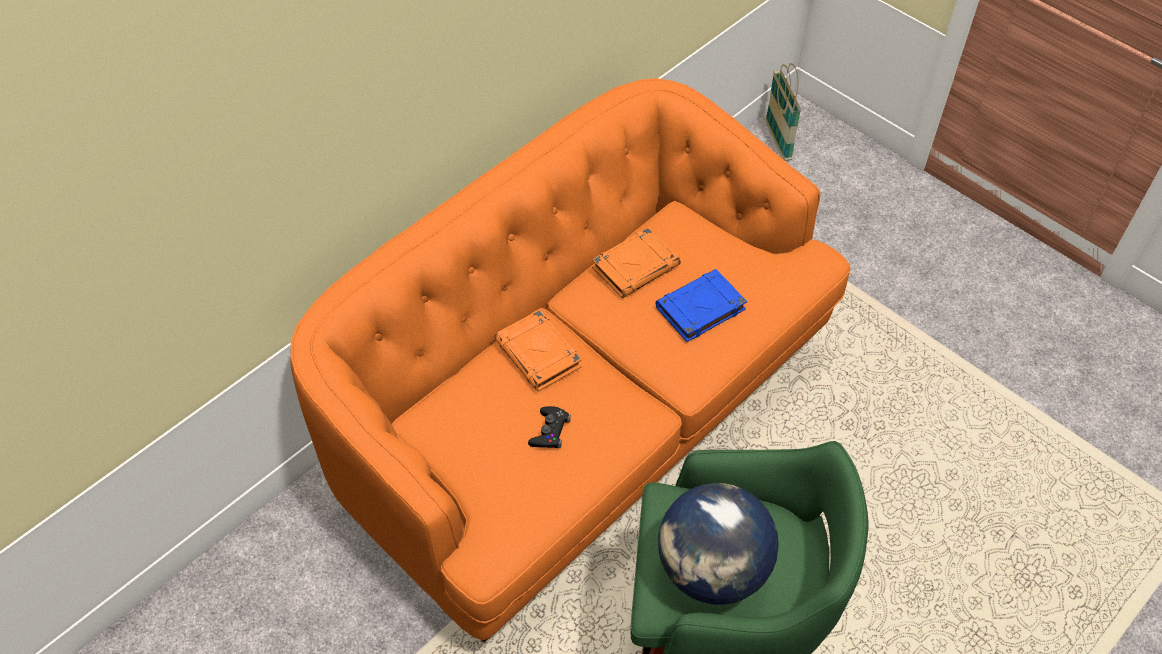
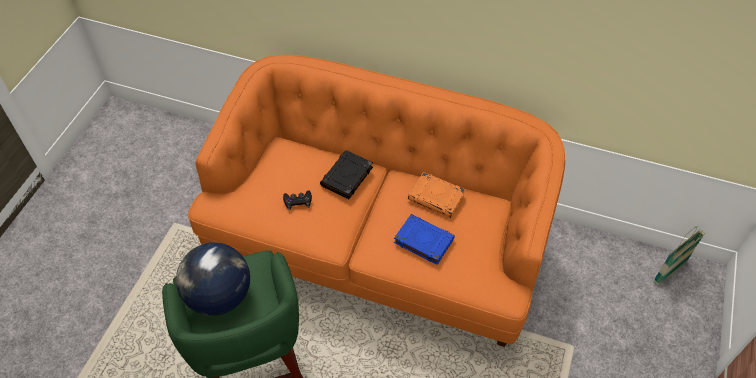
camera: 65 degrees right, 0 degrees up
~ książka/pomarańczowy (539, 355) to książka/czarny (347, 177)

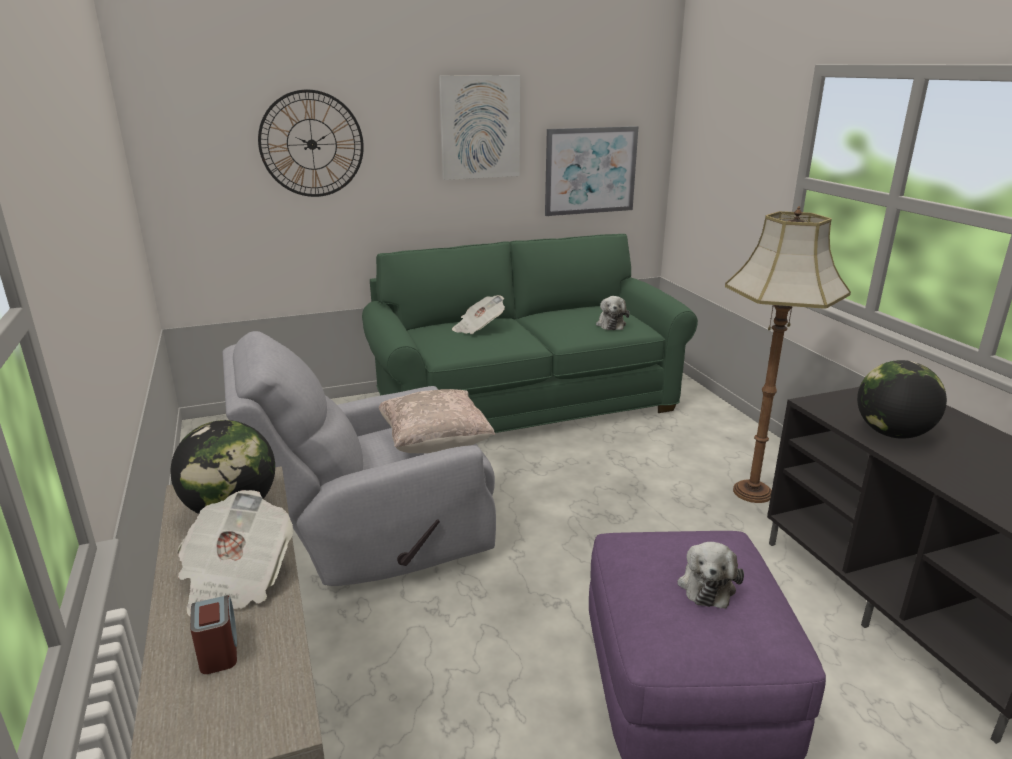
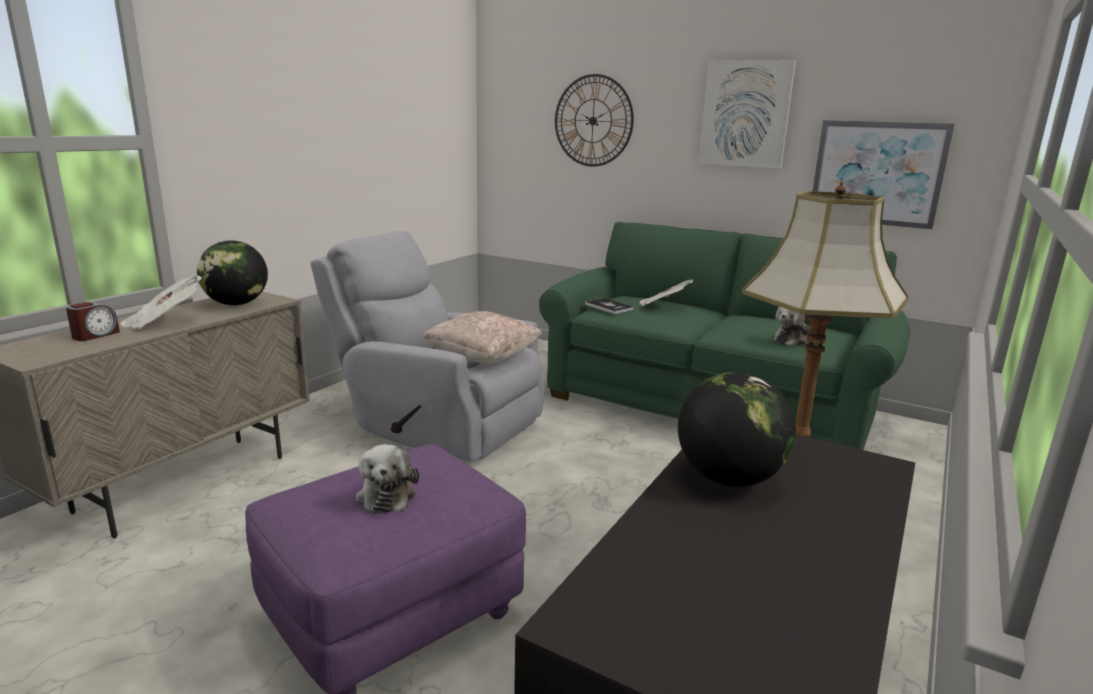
camera: 50 degrees right, 5 degrees down
+ książka (608, 307)
~ pluszak (706, 584) = (386, 494) 75 degrees counterclockwise

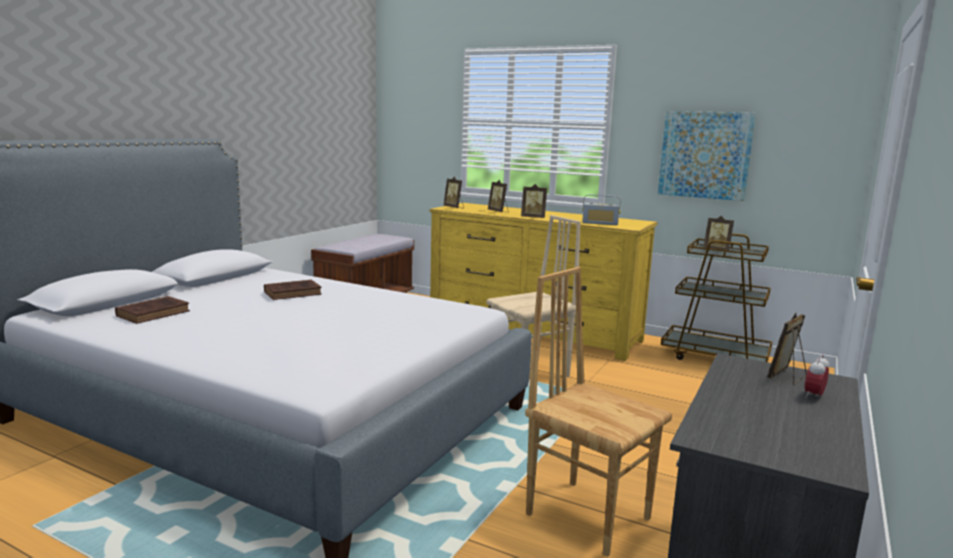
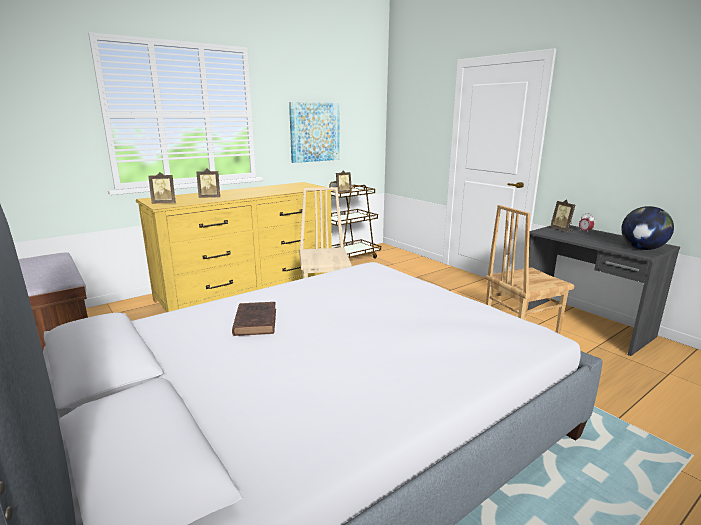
camera: 65 degrees left, 5 degrees up
- książka/brązowy (155, 313)
- ramka na zdjęcie (533, 218)
- radio (600, 223)
+ globus (642, 249)

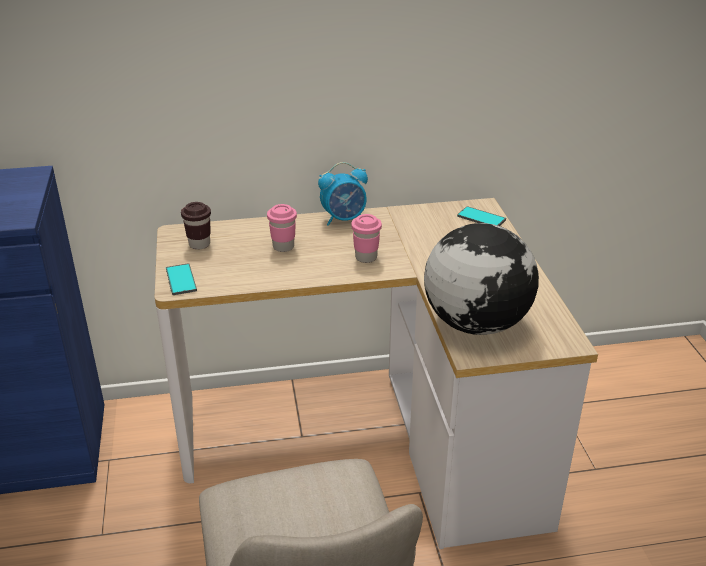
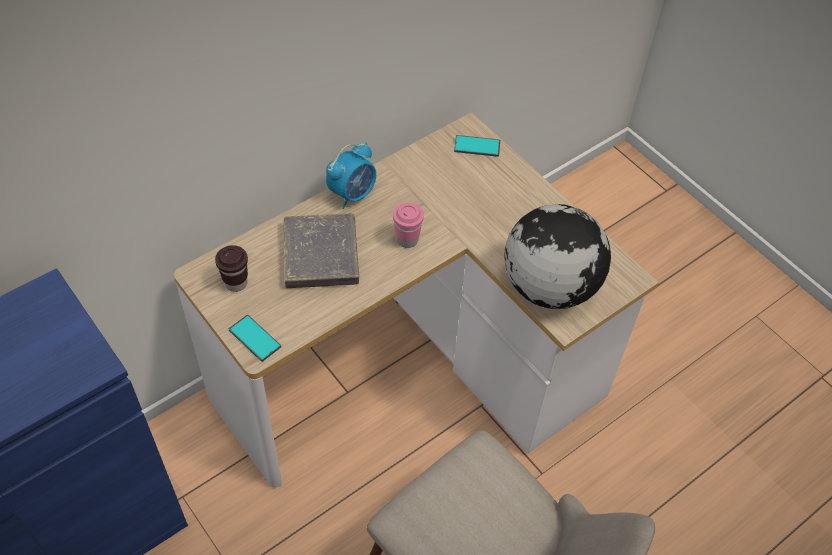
camera: 30 degrees left, 20 degrees up
~ filiżanka/różowy (283, 247) to książka/szary (321, 255)

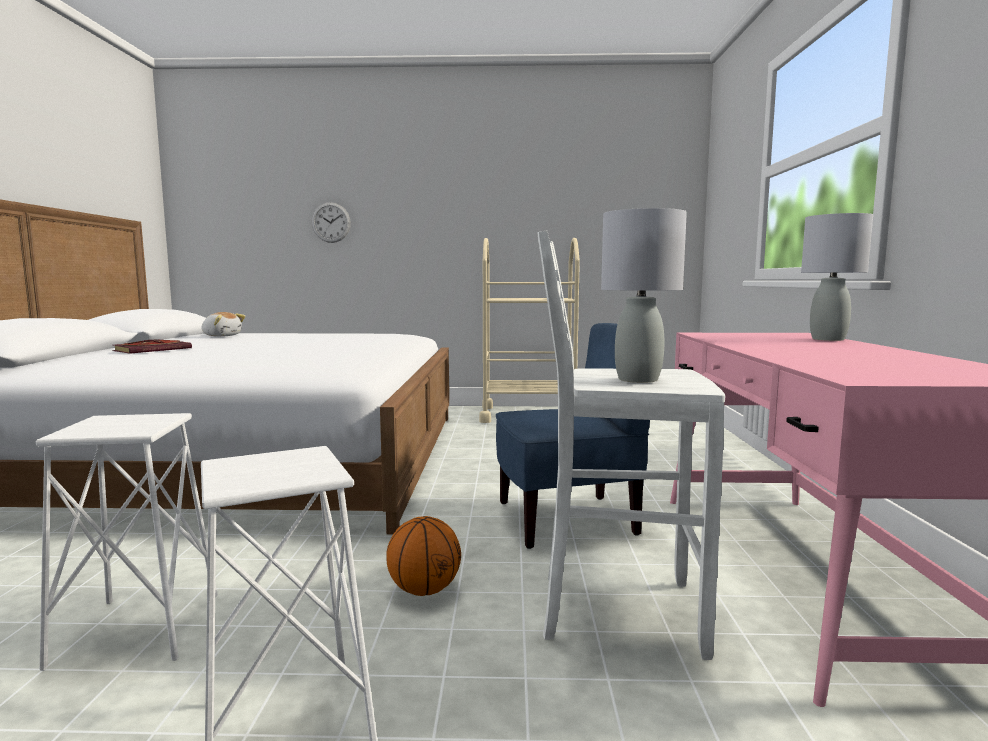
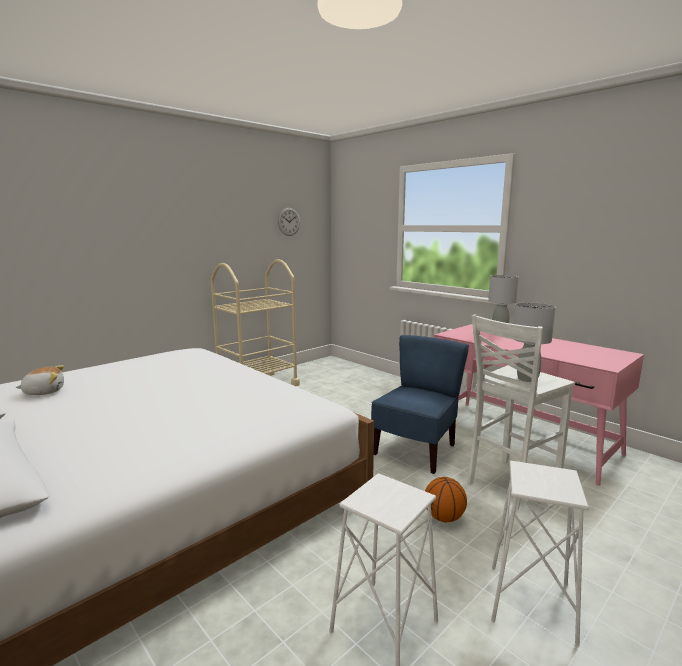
camera: 45 degrees left, 5 degrees up
- książka (154, 350)
~ zegar ścienny (331, 222) to (289, 221)

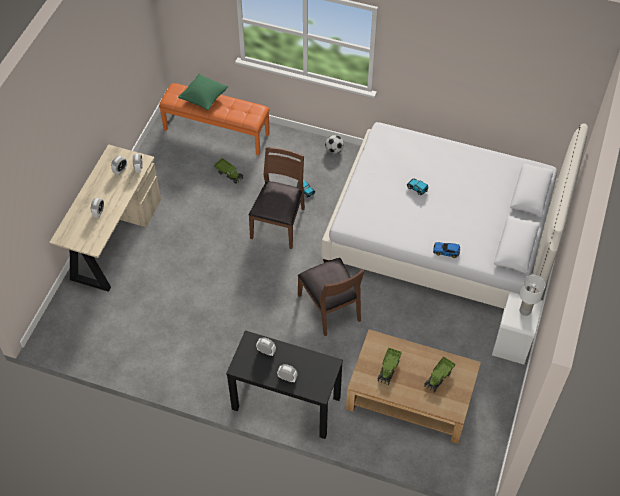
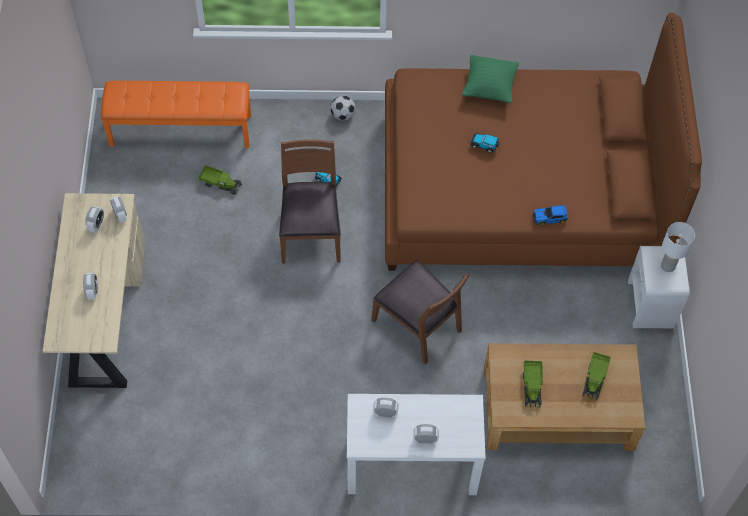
camera: 20 degrees left, 5 degrees up
~ poduszka/zielony (204, 99) to (489, 87)
~ stolik konsolowy/czarny (285, 403) to stolik konsolowy/biały (411, 465)
~ łóżko/biały (445, 234) to łóżko/brązowy (521, 190)

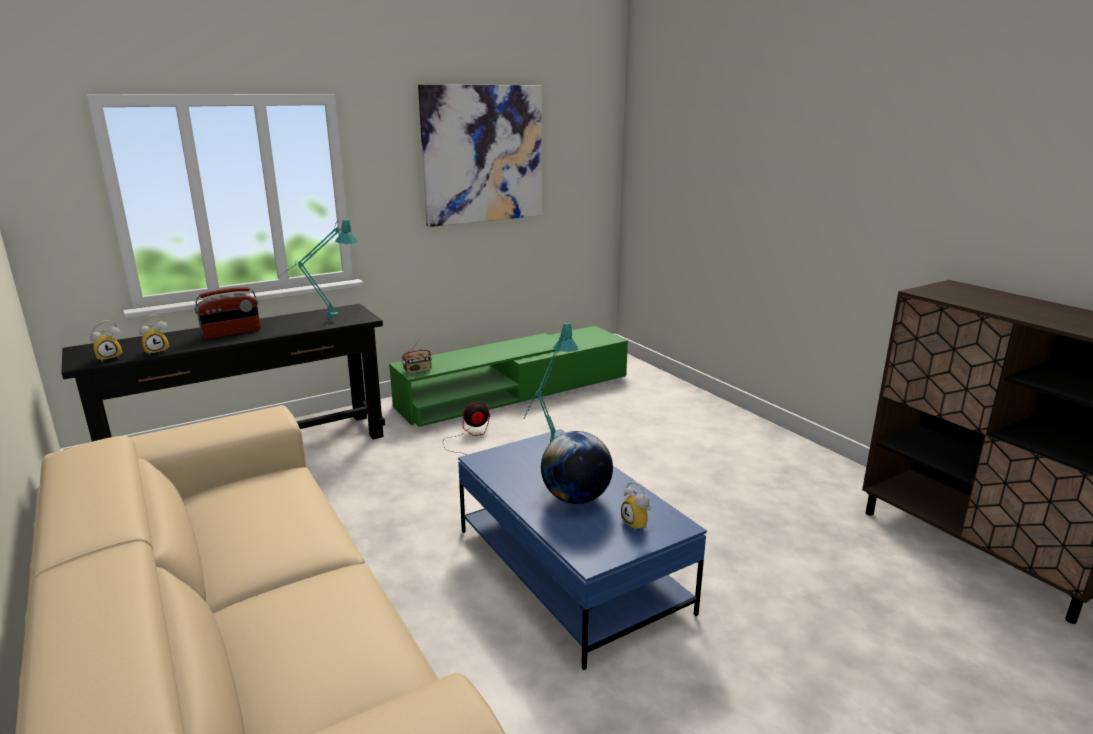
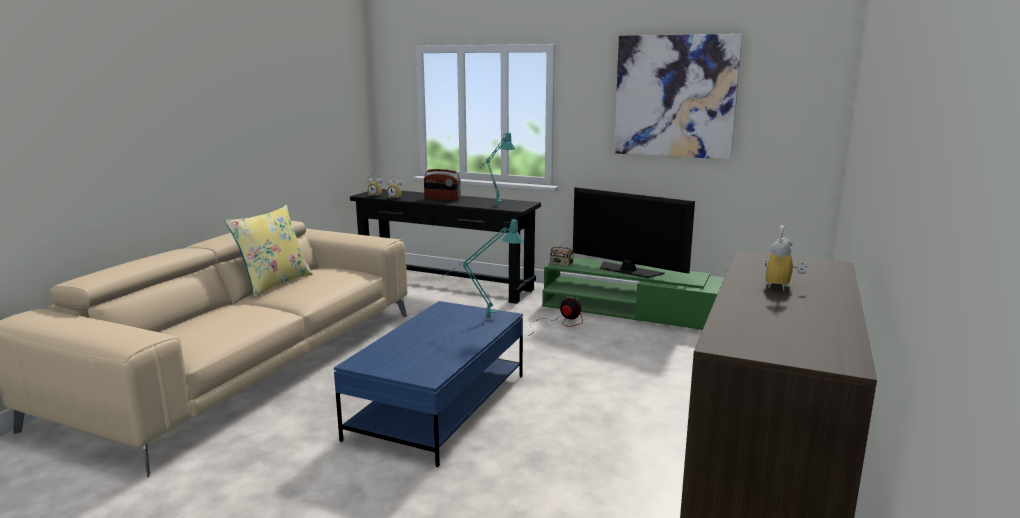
camera: 55 degrees right, 5 degrees down
- globus (576, 498)
+ poduszka/żółty (274, 283)
+ telewizor (628, 270)
~ budzik (638, 524) to (783, 287)

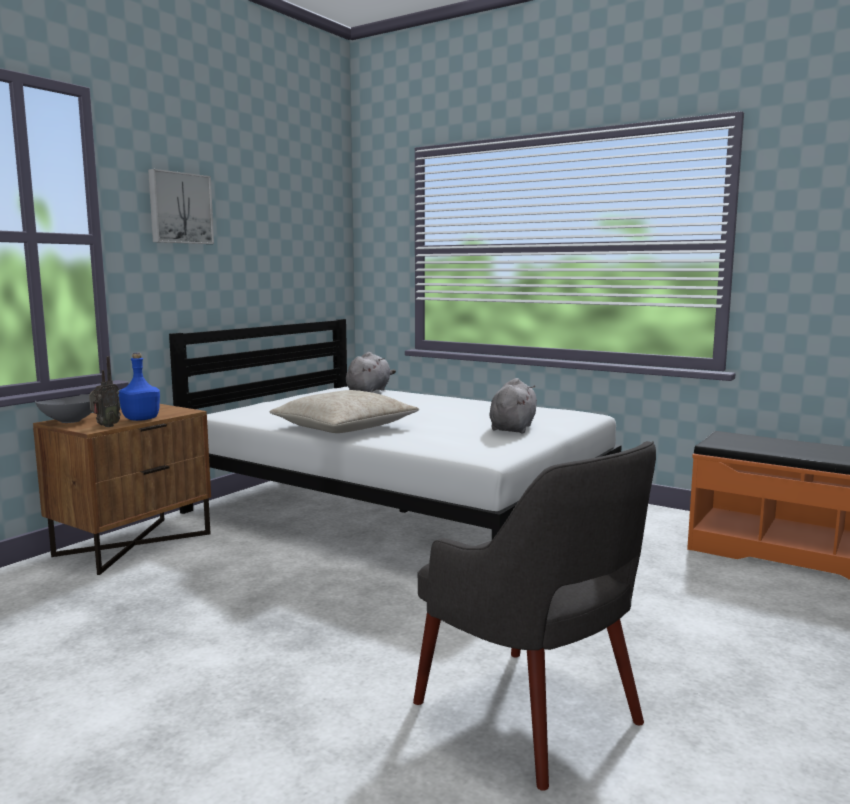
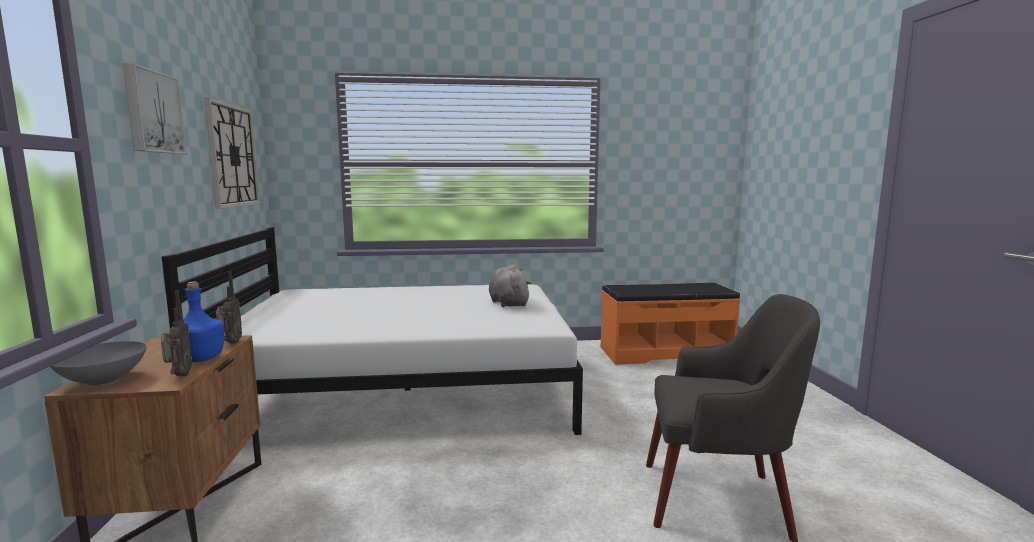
camera: 40 degrees left, 0 degrees up
- poduszka/beżowy (344, 427)
- pluszak/szary (369, 391)
+ zegar ścienny (232, 156)
+ radio (230, 343)

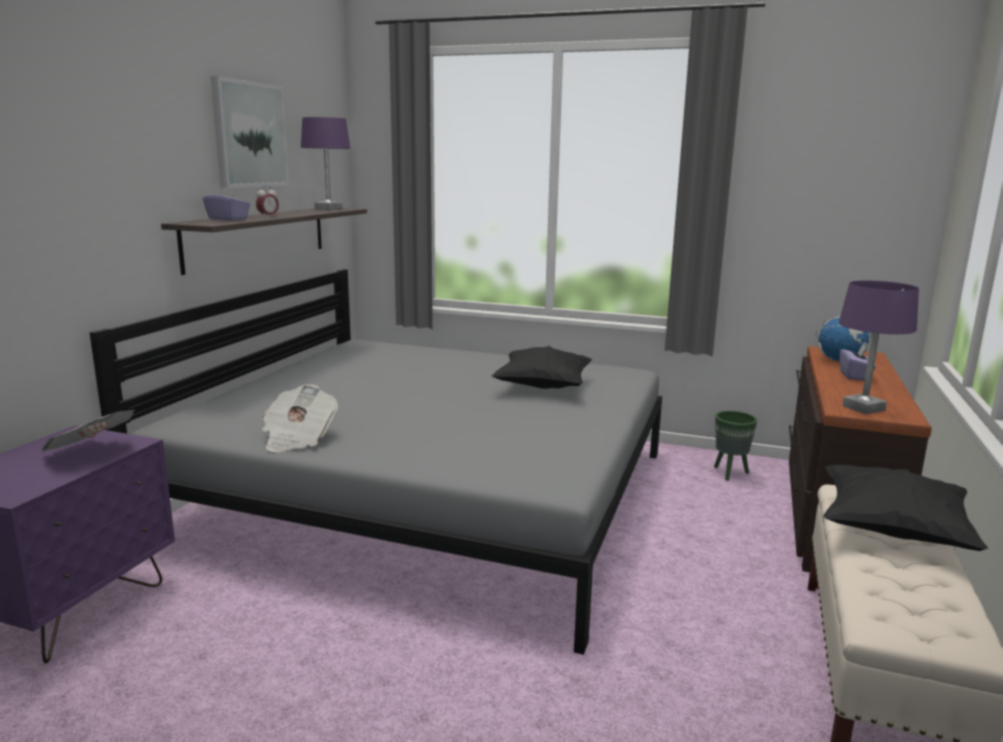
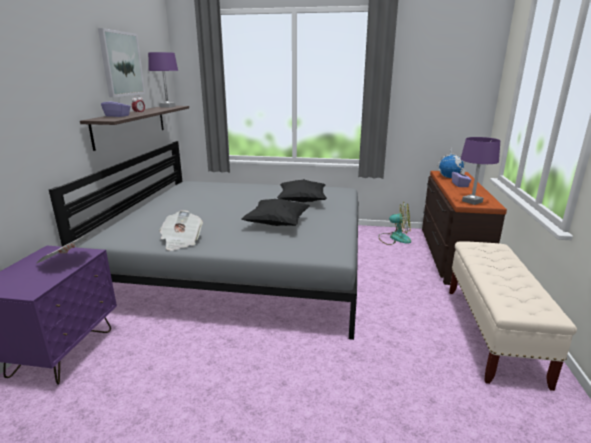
camera: 10 degrees left, 5 degrees up
~ poduszka/czarny (892, 532) to (277, 224)
~ donica/zielony (729, 473) to wentylator (395, 238)

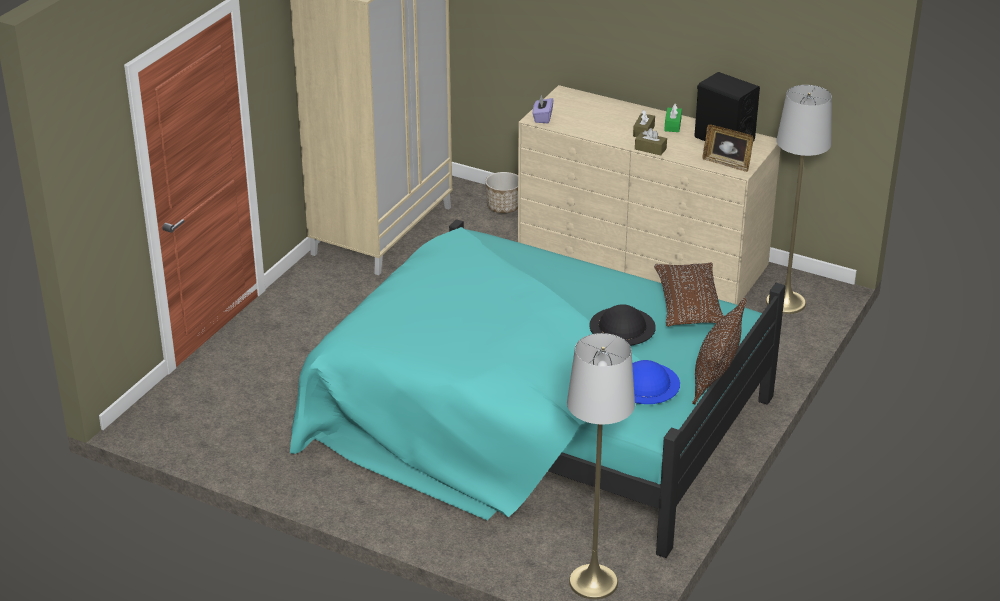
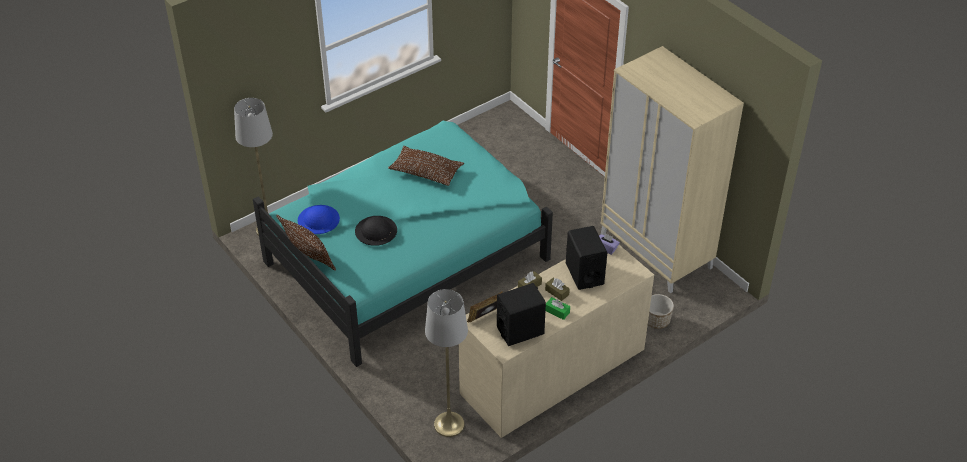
camera: 115 degrees right, 10 degrees up
+ głośnik/czarny (584, 274)
~ poduszka/brązowy (688, 305) to (426, 172)

